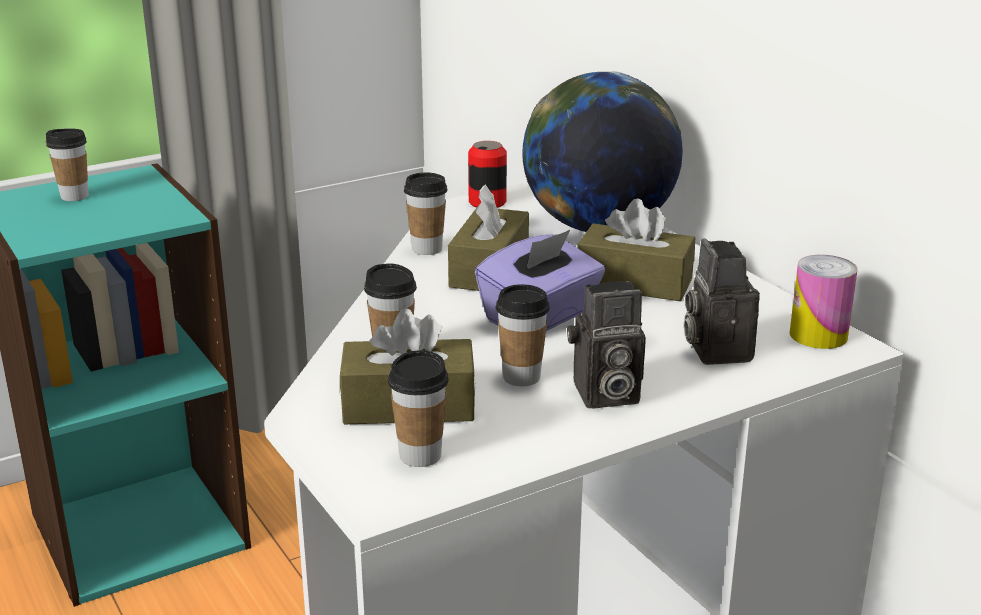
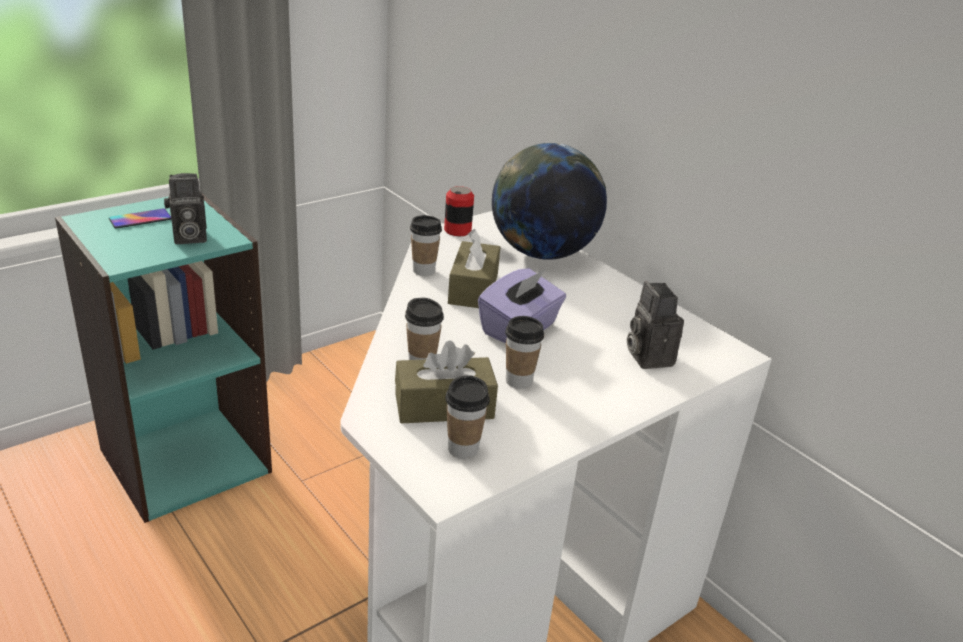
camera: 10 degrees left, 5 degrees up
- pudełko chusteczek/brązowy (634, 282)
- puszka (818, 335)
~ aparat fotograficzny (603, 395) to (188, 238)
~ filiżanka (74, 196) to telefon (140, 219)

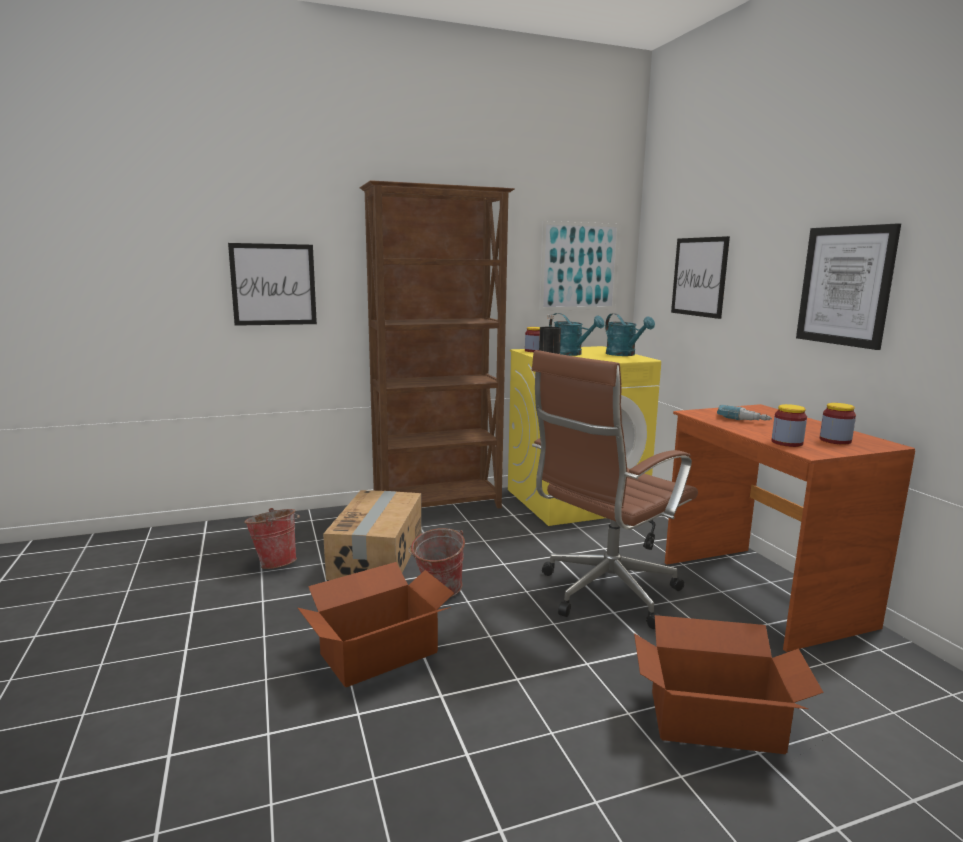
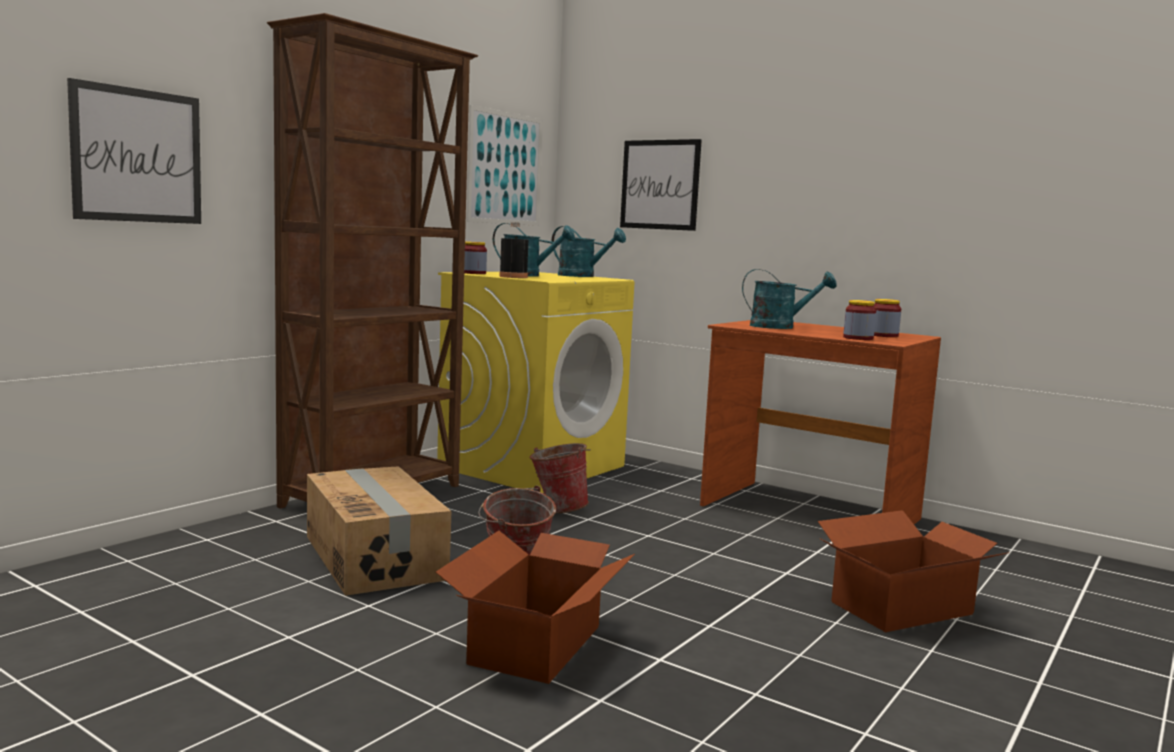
camera: 35 degrees left, 5 degrees down
- krzesło biurowe/brązowy (604, 594)
- obraz (845, 286)
~ wiadro (275, 563) to (558, 509)
~ wiertarka (743, 418) to konewka/turkusowy (780, 327)

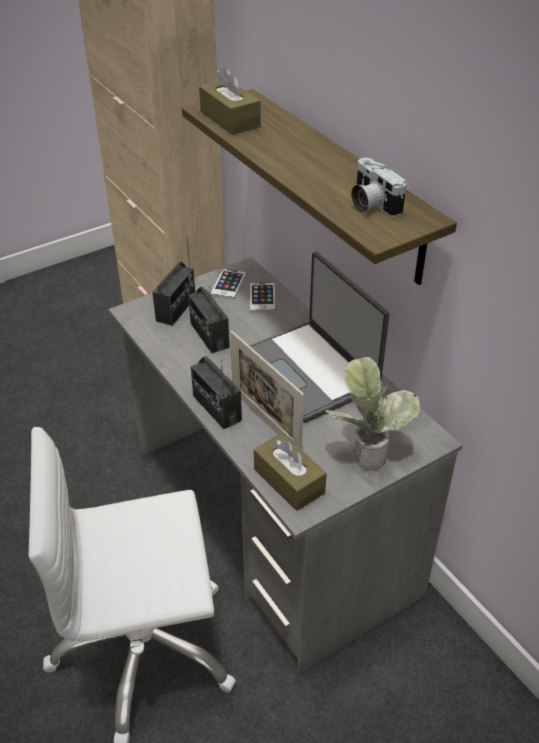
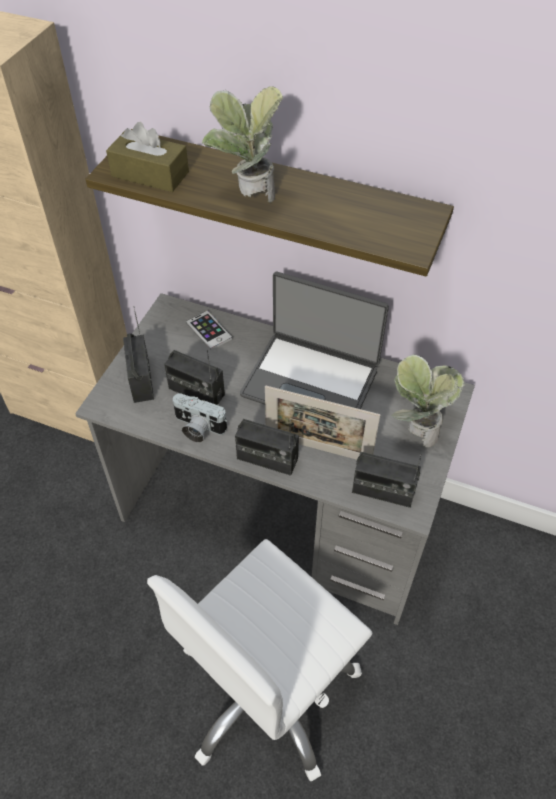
camera: 35 degrees left, 10 degrees up
- telefon (228, 284)
+ roślina doniczkowa (248, 197)
~ aparat fotograficzny (371, 204) to (197, 428)
~ pudełko chusteczek/brązowy (289, 481) to radio (383, 491)

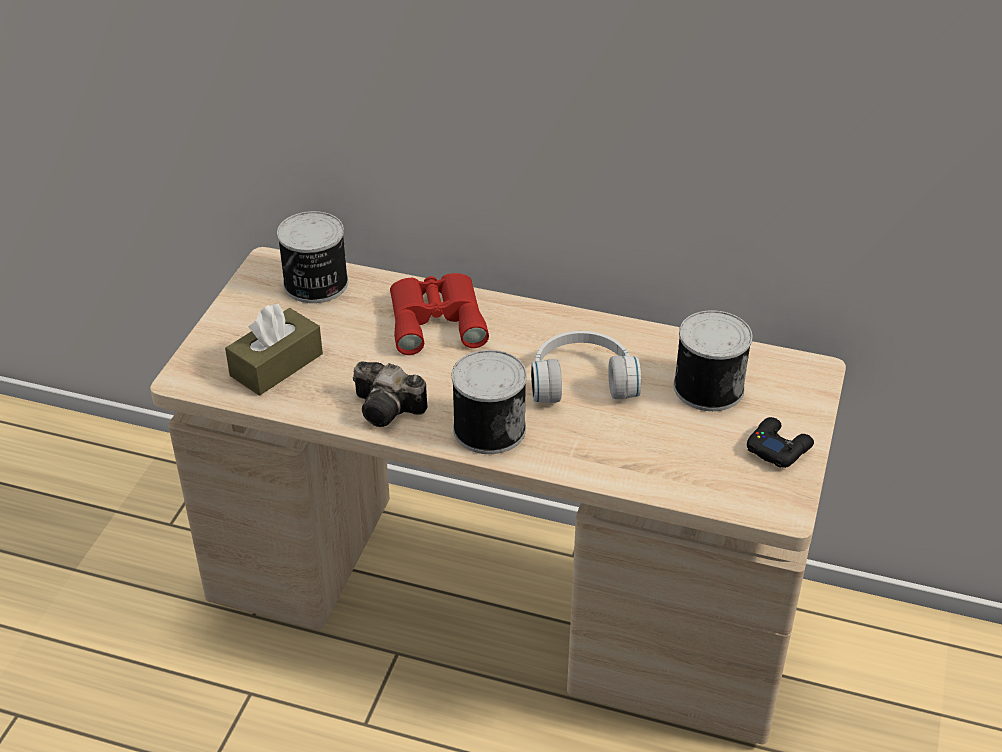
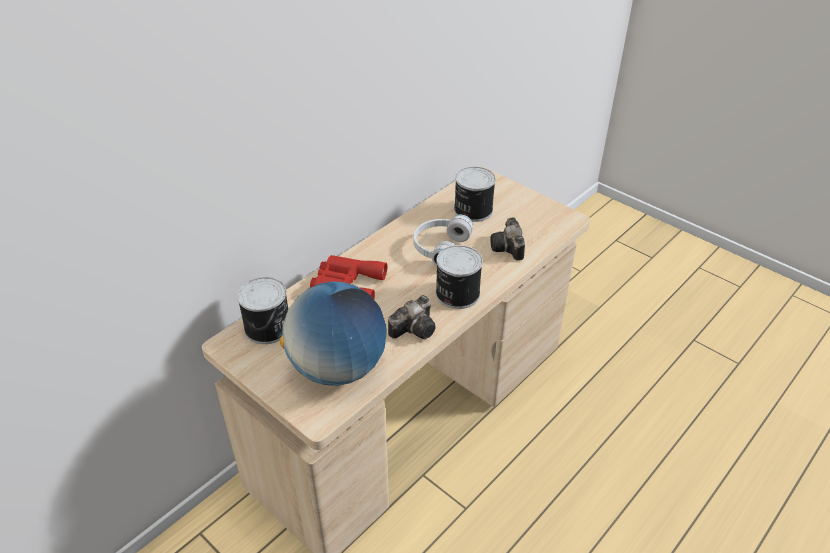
camera: 65 degrees left, 0 degrees up
- pad do gier/czarny (778, 448)
+ aparat fotograficzny (508, 249)
~ pudełko chusteczek/brązowy (276, 365) to globus (338, 368)

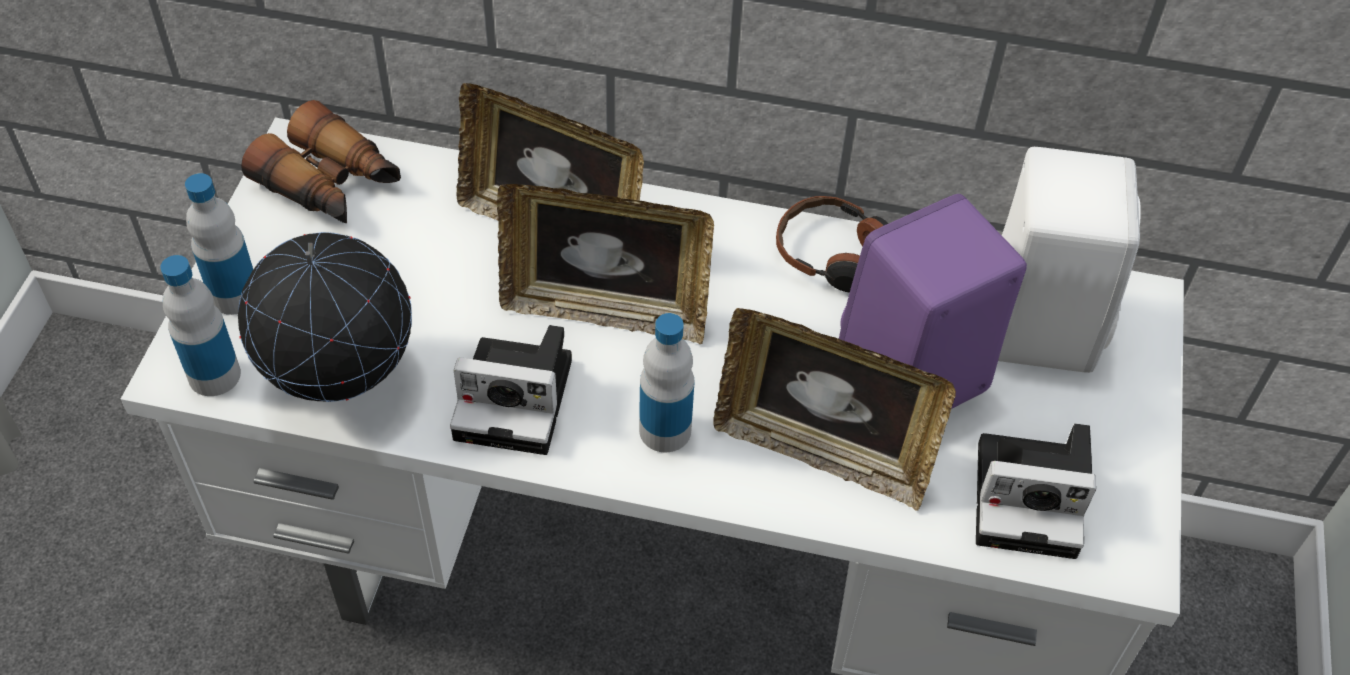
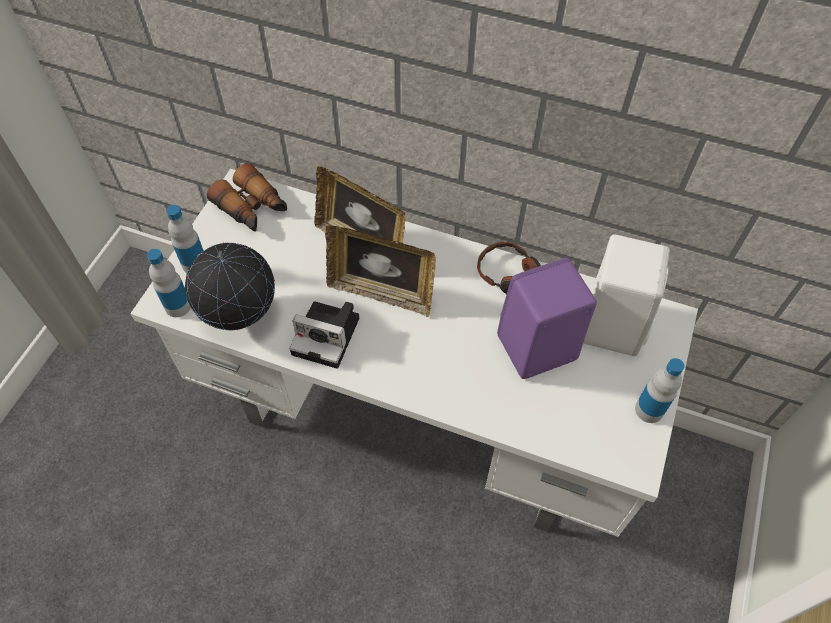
camera: 10 degrees right, 5 degrees up
- ramka na zdjęcie (822, 452)
- aparat fotograficzny (1032, 498)
~ butelka (665, 430) to (649, 410)

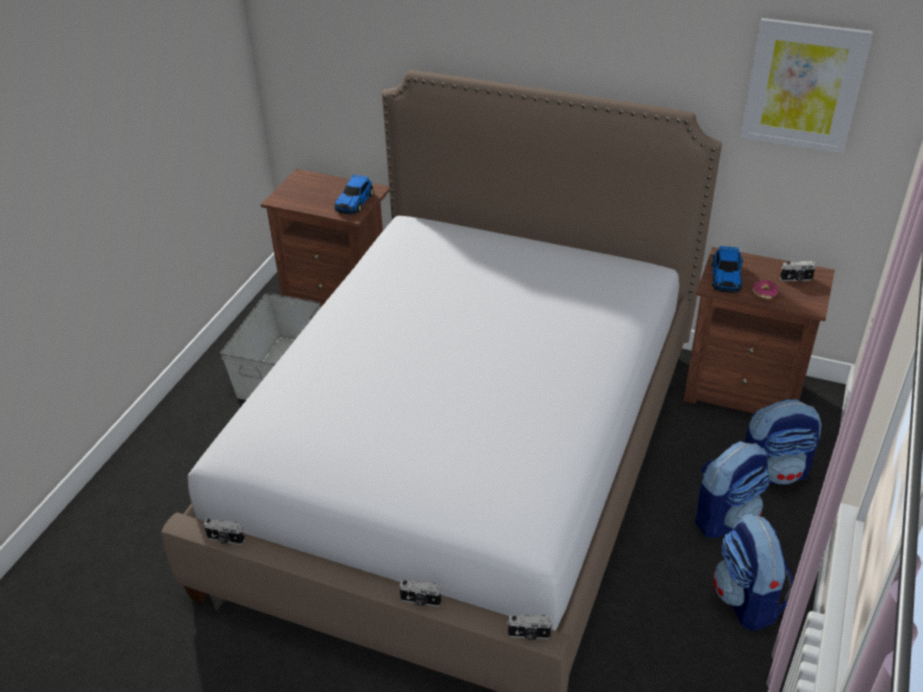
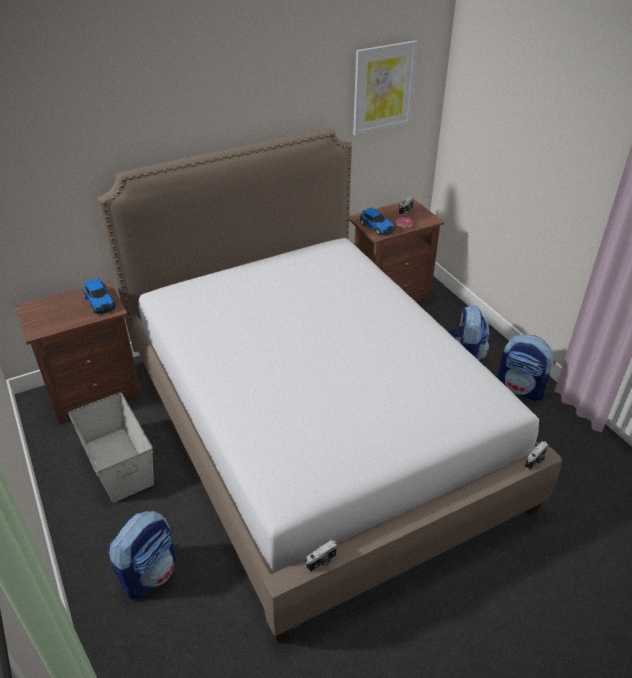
camera: 50 degrees left, 0 degrees up
- aparat fotograficzny (420, 601)
~ plecak (774, 472) to (149, 573)

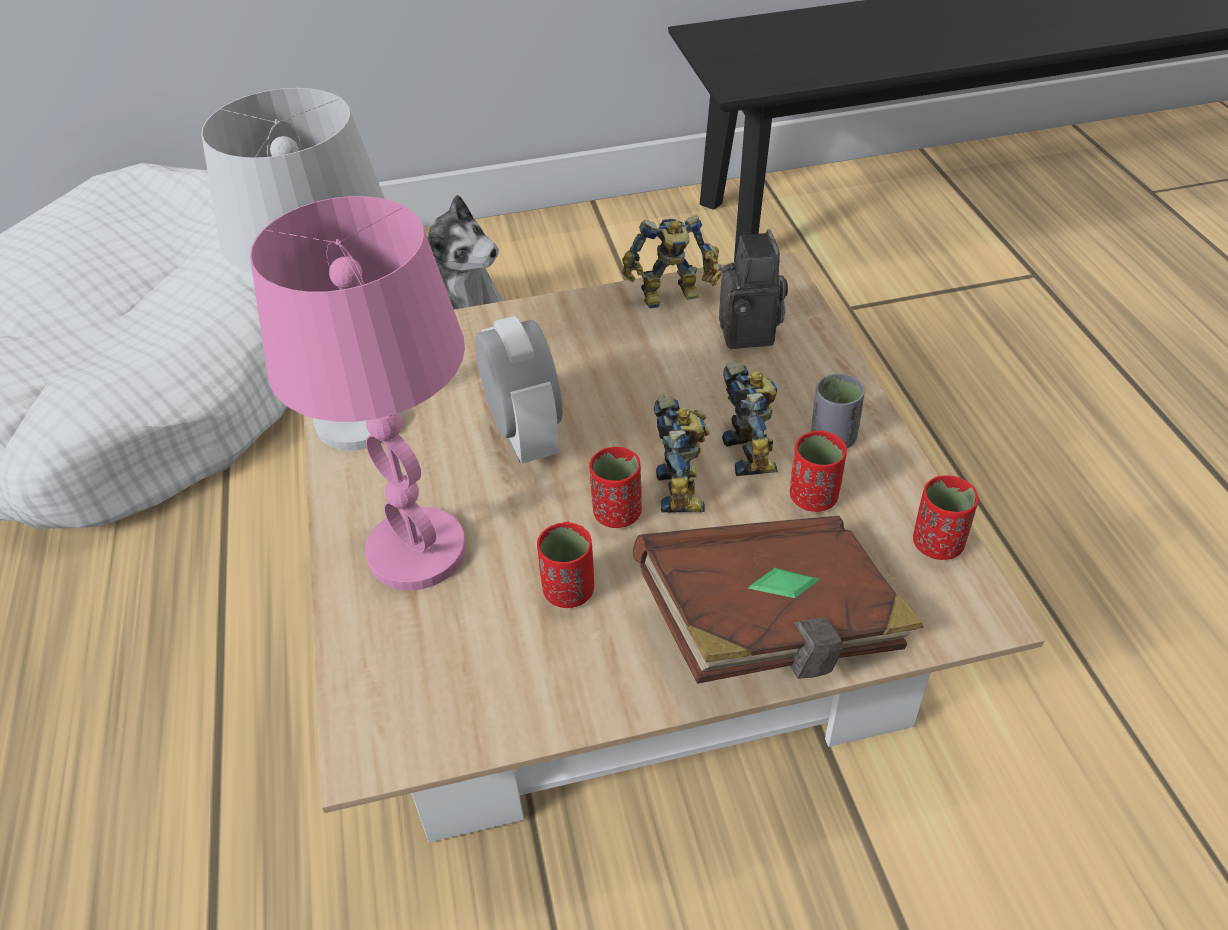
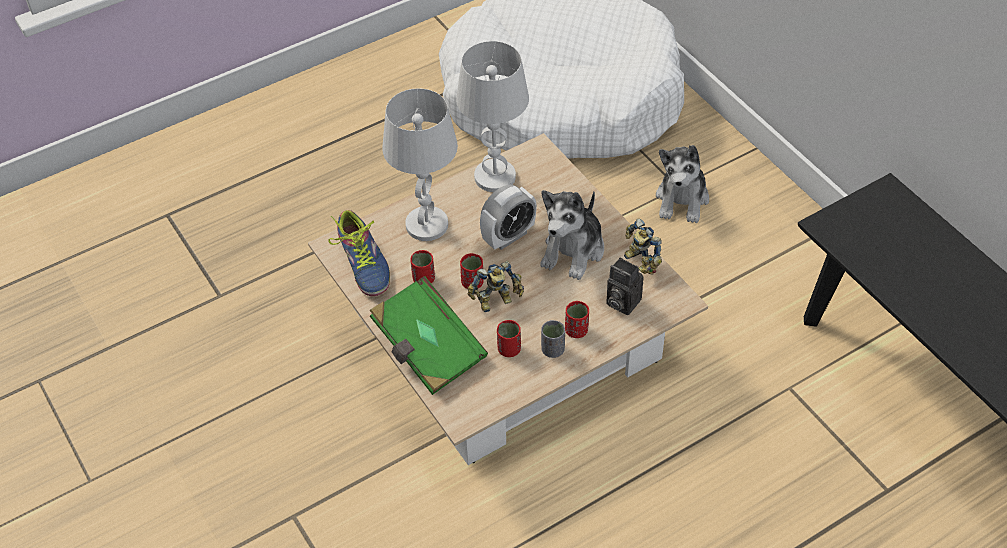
camera: 70 degrees right, 5 degrees up
- robot zabawkowy (753, 452)
+ but (364, 262)
+ pluszak (573, 251)
~ filiżanka/czerwony (937, 544) to (576, 330)
~ lampa stołowa/różowy (418, 551) to lampa stołowa/biały (427, 225)
~ książka/brązowy (773, 628) to książka/zielony (428, 350)
~ aparat fotograficzny (751, 334) = (621, 302) 60 degrees clockwise

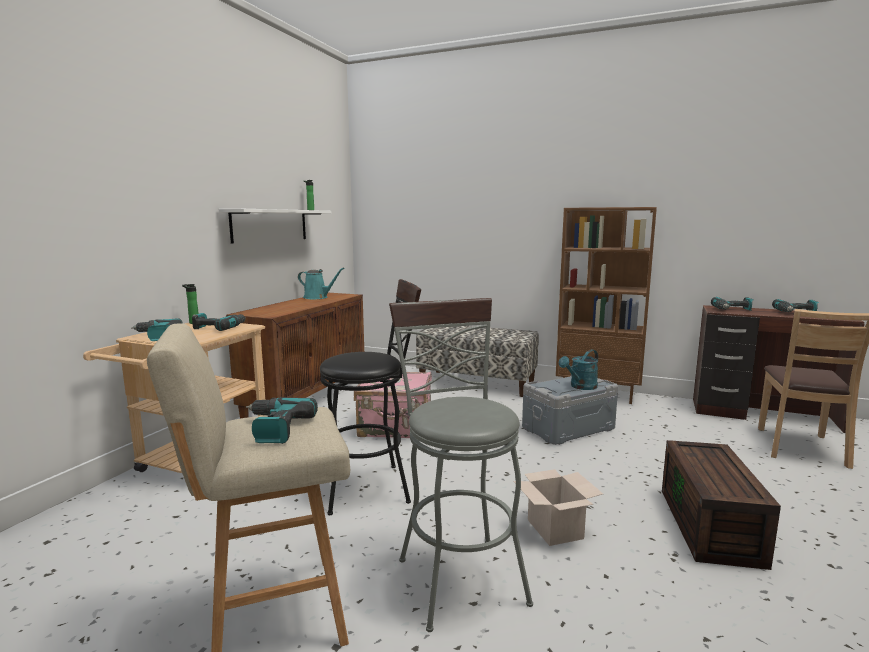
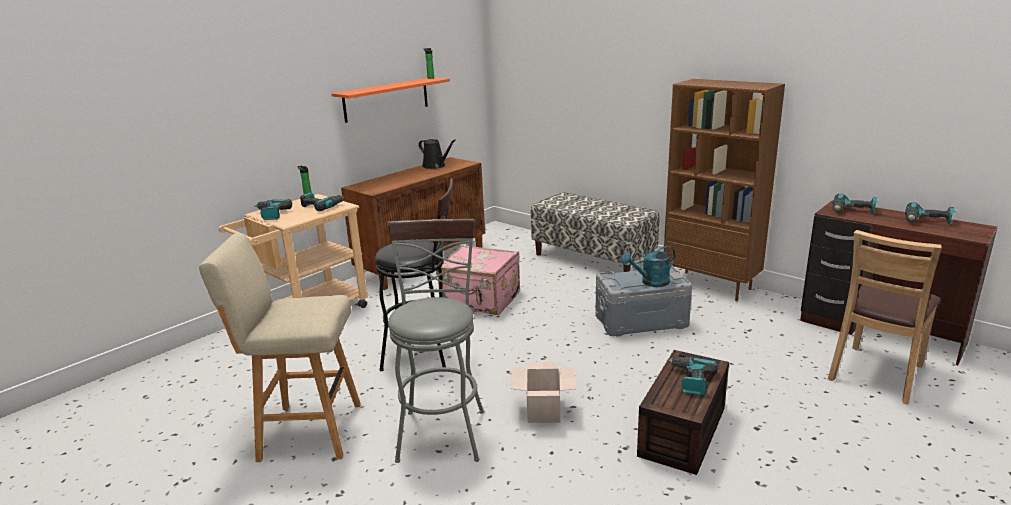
camera: 20 degrees right, 10 degrees up
~ wiertarka (275, 428) to (690, 380)
~ półka/biały (270, 225) to półka/pomarańczowy (386, 99)
~ konewka/turkusowy (317, 297) to konewka/czarny (435, 166)

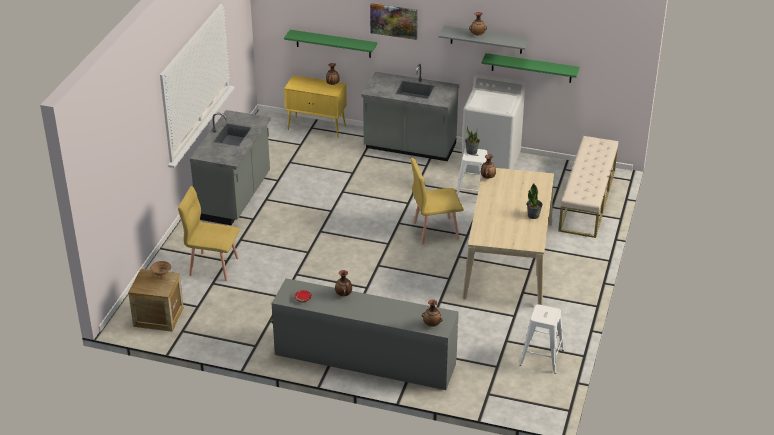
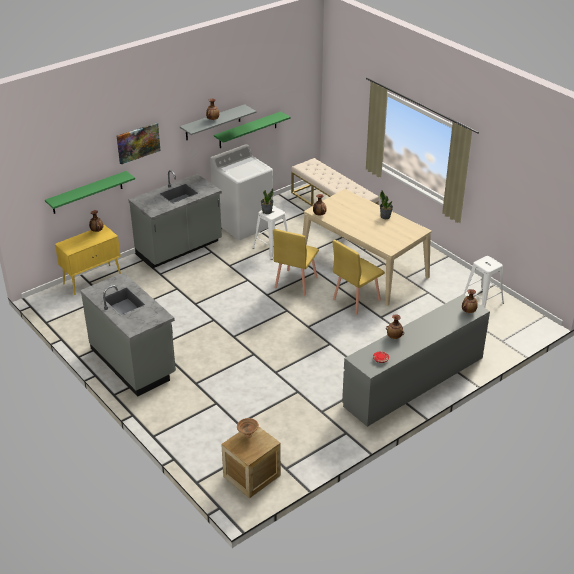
camera: 55 degrees left, 0 degrees up
~ krzesło/żółty (213, 266) to (356, 299)

